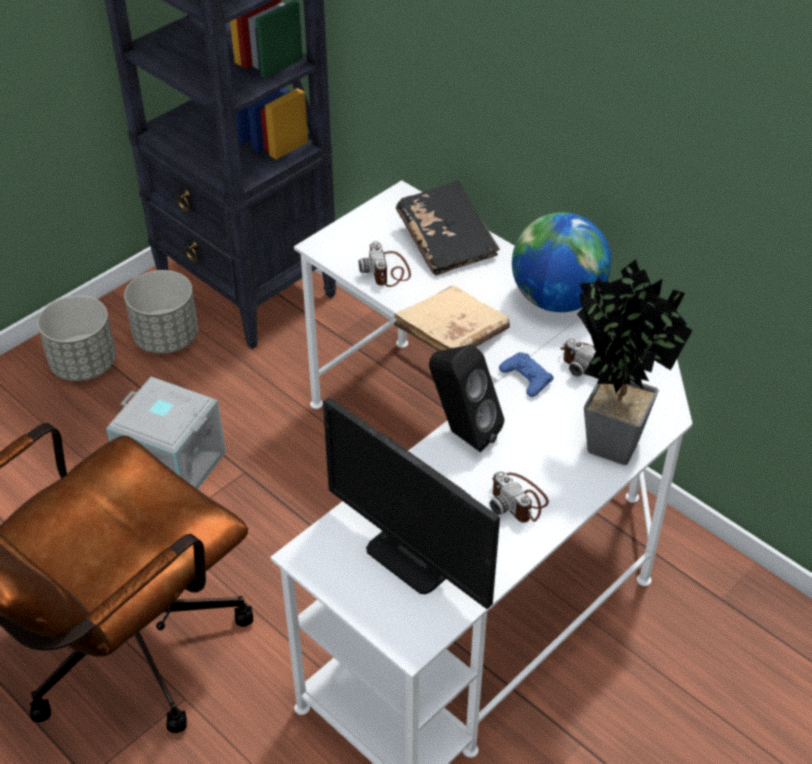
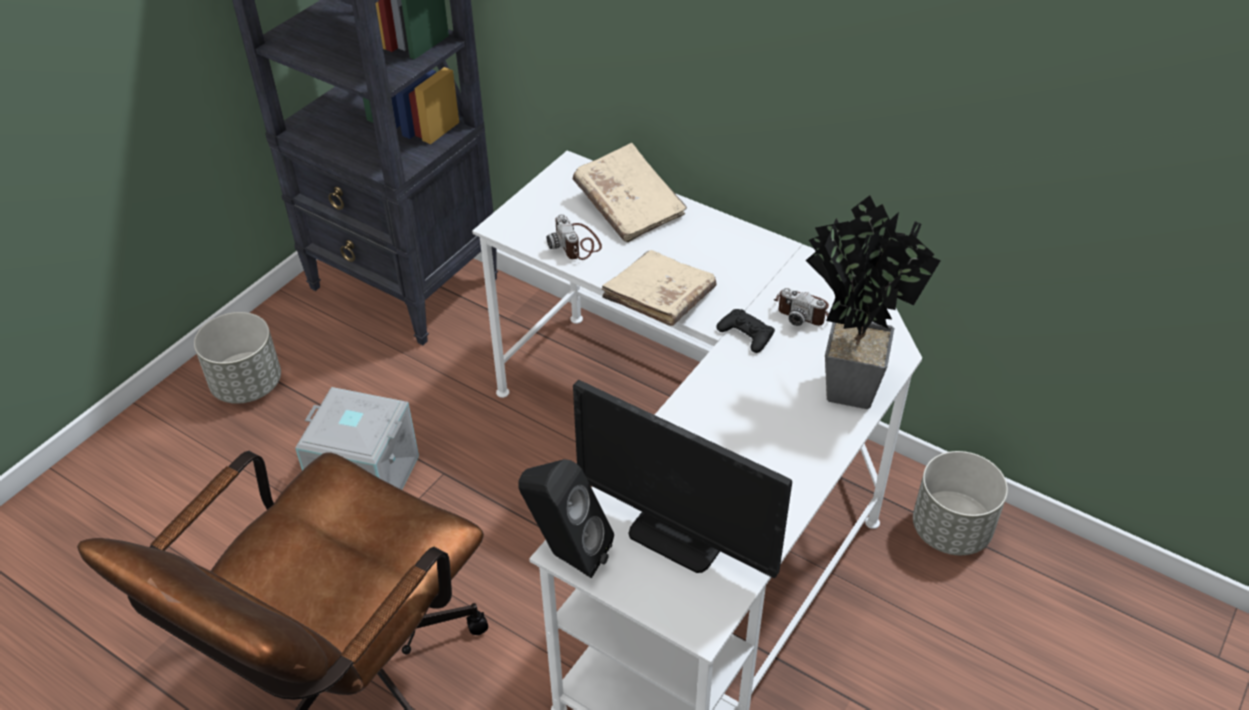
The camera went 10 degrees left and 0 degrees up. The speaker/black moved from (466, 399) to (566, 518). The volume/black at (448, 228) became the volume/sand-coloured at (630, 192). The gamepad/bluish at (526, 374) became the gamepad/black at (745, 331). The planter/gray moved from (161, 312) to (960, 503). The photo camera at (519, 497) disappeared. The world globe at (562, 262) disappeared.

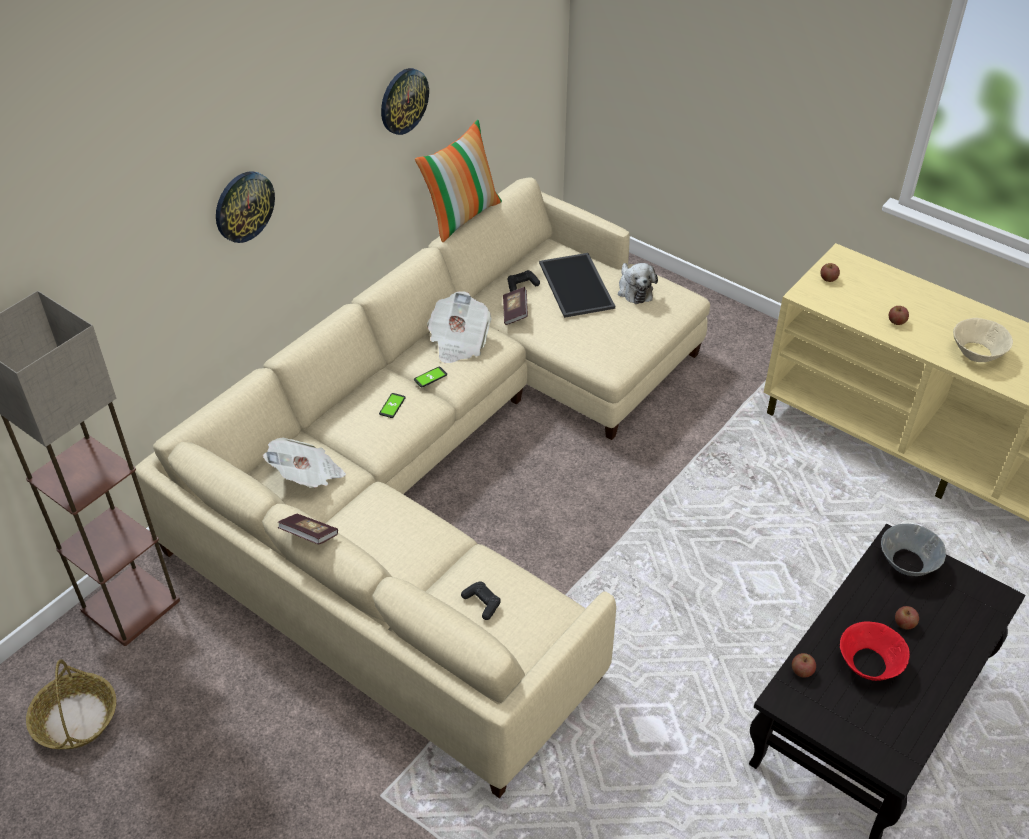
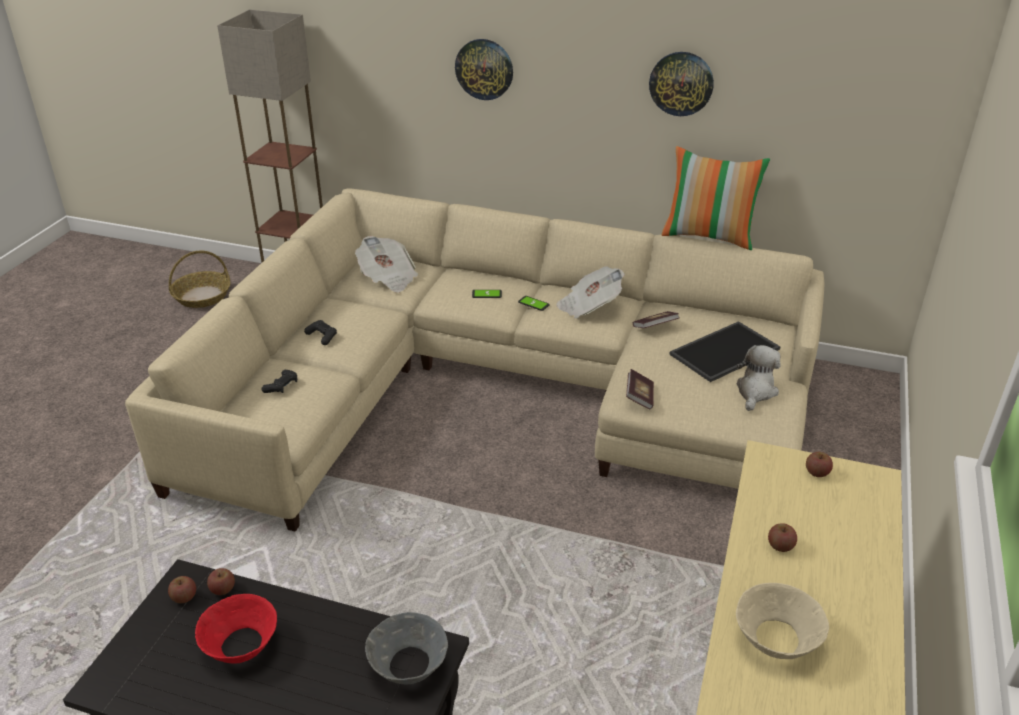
The camera went 70 degrees right and 10 degrees down. The apple fruit moved from (907, 617) to (182, 589). The gamepad/black moved from (524, 281) to (320, 332). The volume moved from (308, 529) to (640, 389). The soft toy at (638, 283) turned 150 degrees clockwise.

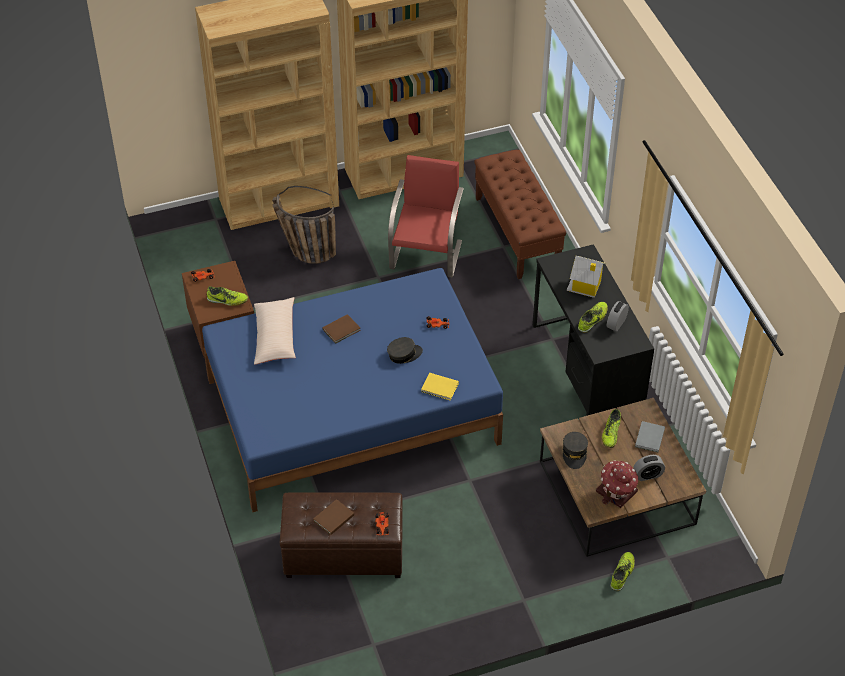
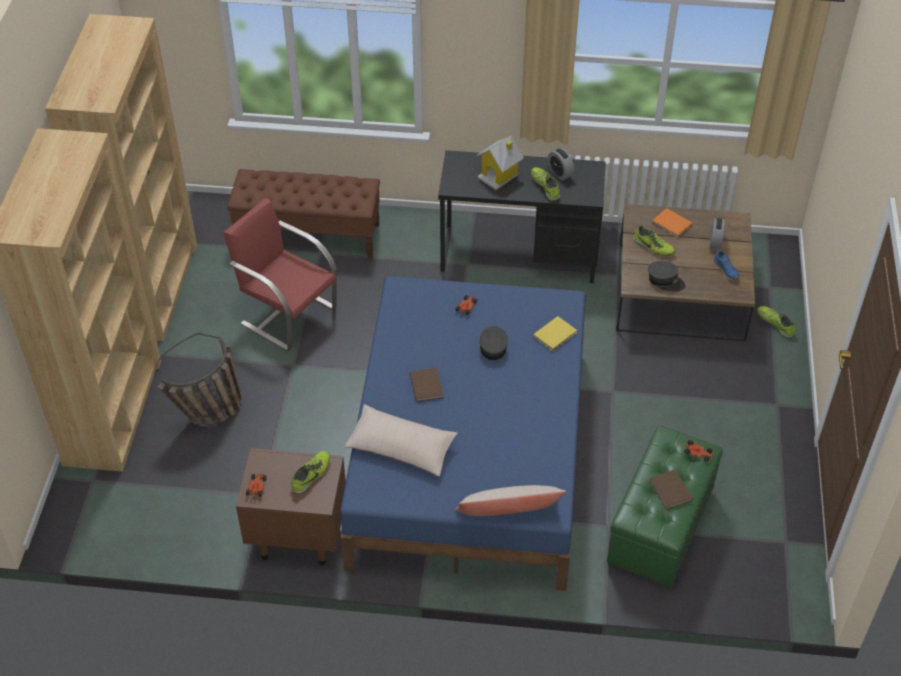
The camera went 65 degrees left and 0 degrees up. The cushion/sand-coloured at (510, 500) appeared. The footrest/brown at (341, 535) became the footrest/green-coloured at (665, 507). The volume/gray at (650, 436) became the volume/orangey at (672, 223). The toy house at (617, 484) was replaced by the shoe/bluish at (725, 264).

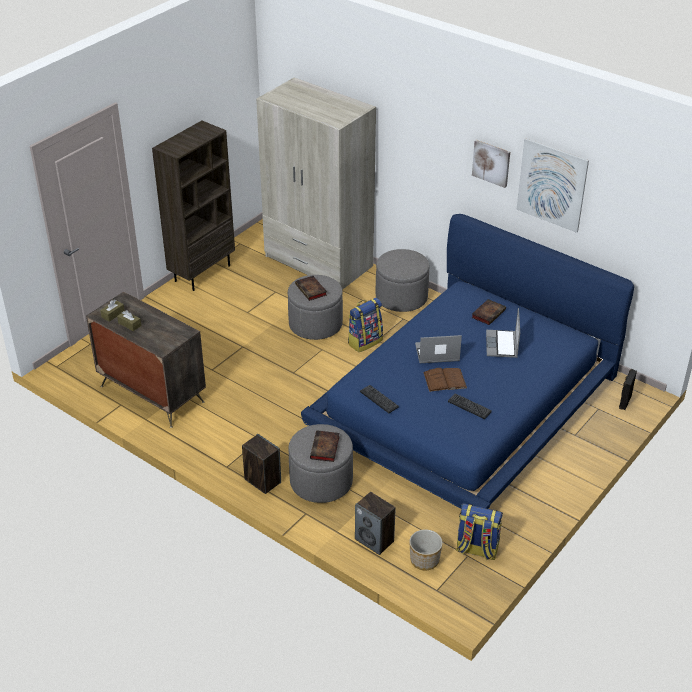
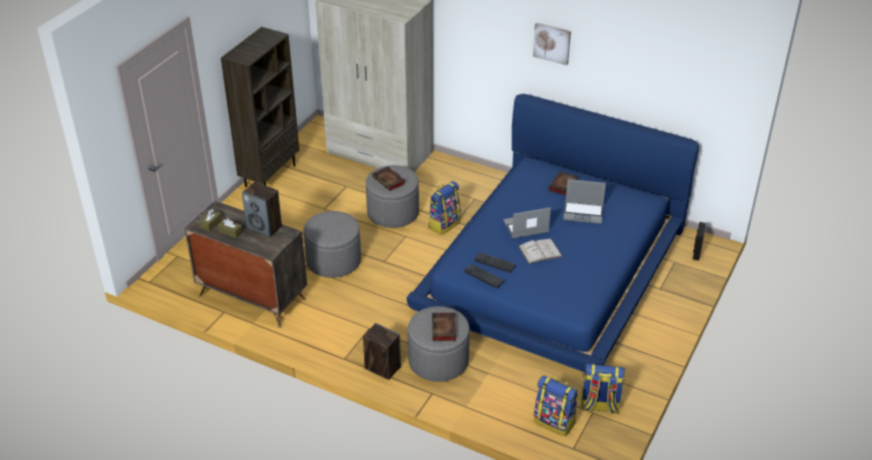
The camera went 10 degrees left and 0 degrees up. The speaker moved from (375, 523) to (262, 210). The footrest/gray moved from (403, 280) to (332, 244). The computer keyboard moved from (470, 406) to (495, 262). The volume/brown at (445, 380) became the volume/white-coloured at (540, 251). The planter at (426, 549) was replaced by the backpack at (556, 405). The notebook computer at (503, 333) turned 75 degrees counterclockwise. The wall picture at (552, 185) disappeared.

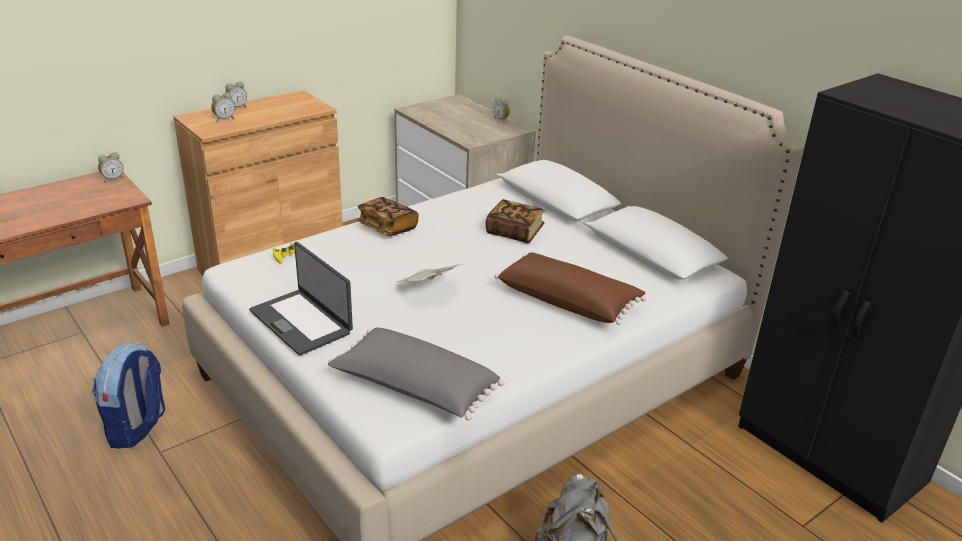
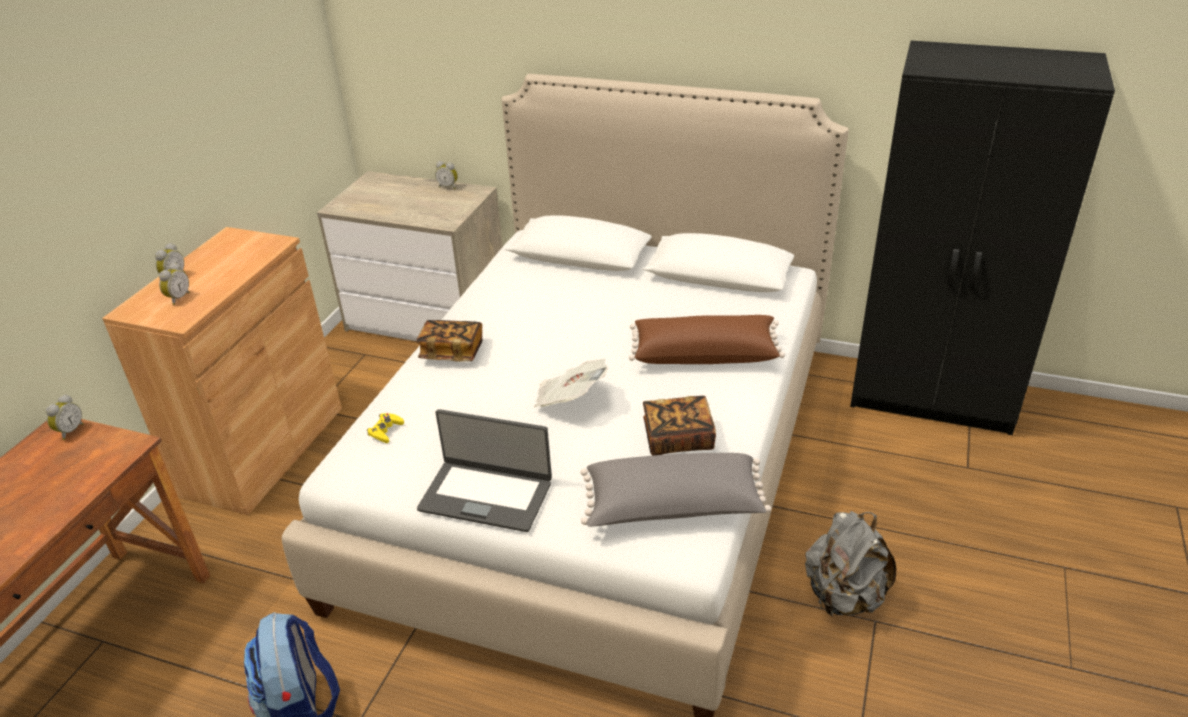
The camera went 30 degrees left and 5 degrees up. The volume moved from (515, 221) to (679, 426).

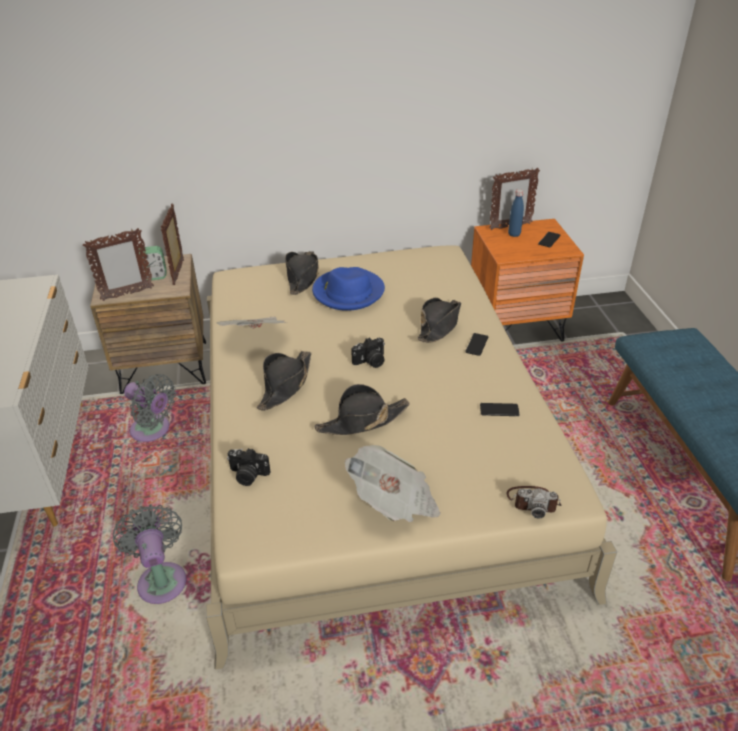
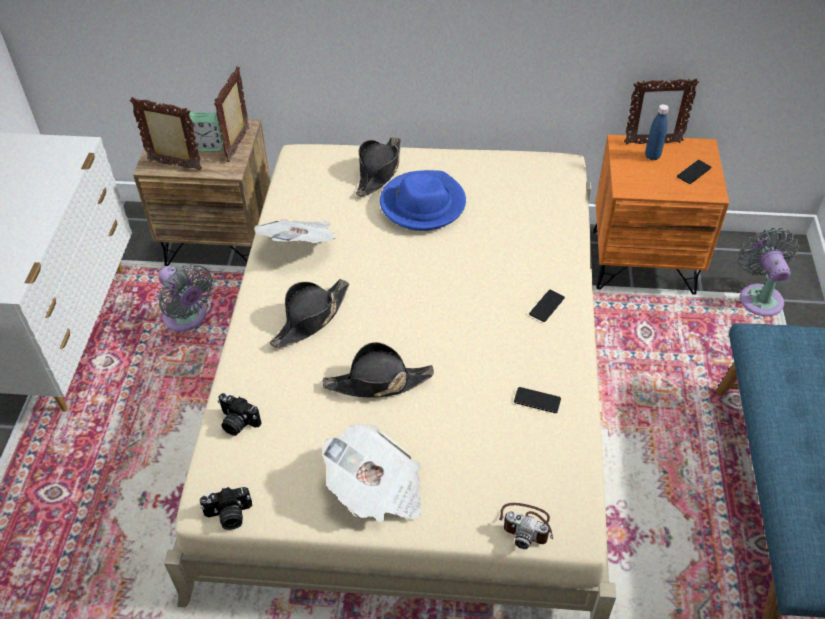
The camera went 15 degrees right and 10 degrees up. The photo frame at (118, 264) turned 150 degrees counterclockwise. The photo camera moved from (368, 352) to (226, 508). The electric fan/gray moved from (150, 554) to (768, 272). The wearable hat/black at (439, 320) disappeared.

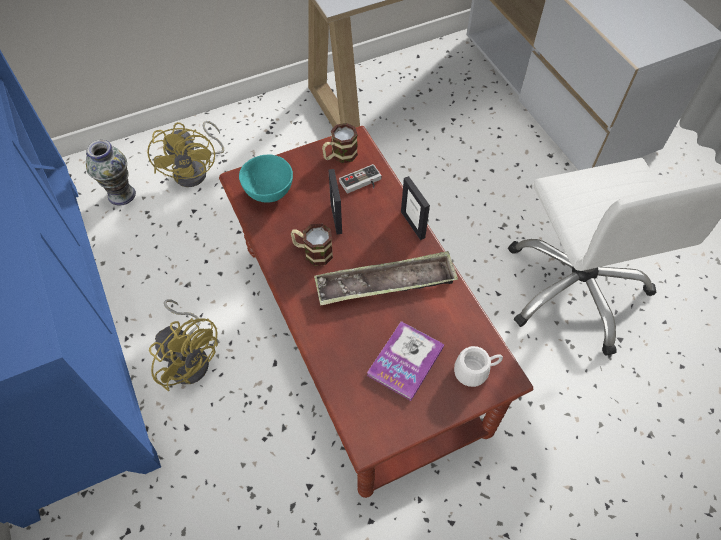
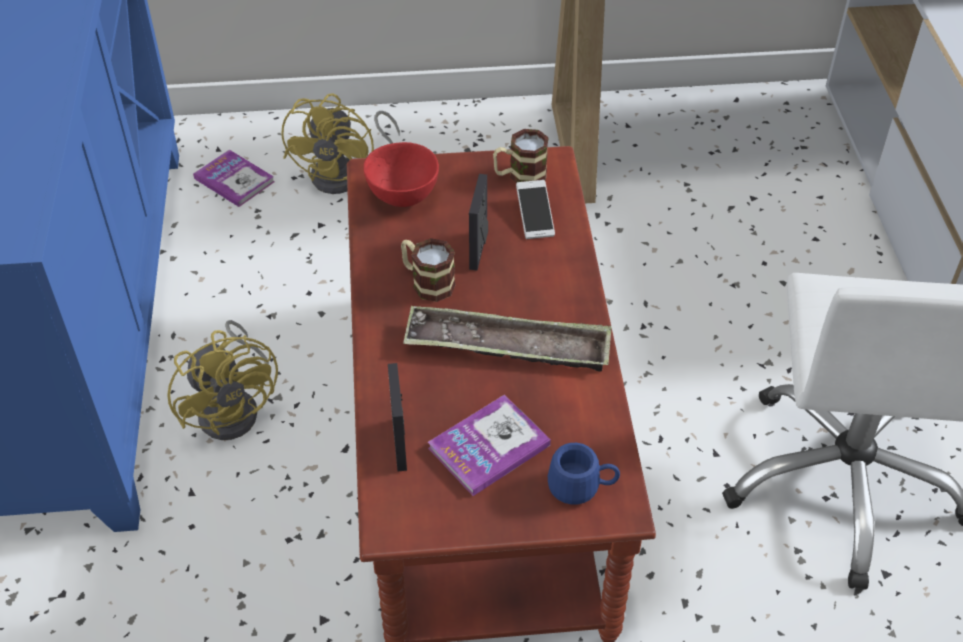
The camera went 20 degrees right and 10 degrees down. The flower vase at (111, 173) was replaced by the volume at (234, 178). The bowl/turquoise-coloured at (266, 179) became the bowl/reddish at (401, 174). The photo frame moved from (415, 208) to (397, 417). The gamepad at (360, 178) was replaced by the handset at (535, 209). The mug/white-coloured at (478, 366) became the mug/bluish at (584, 474).

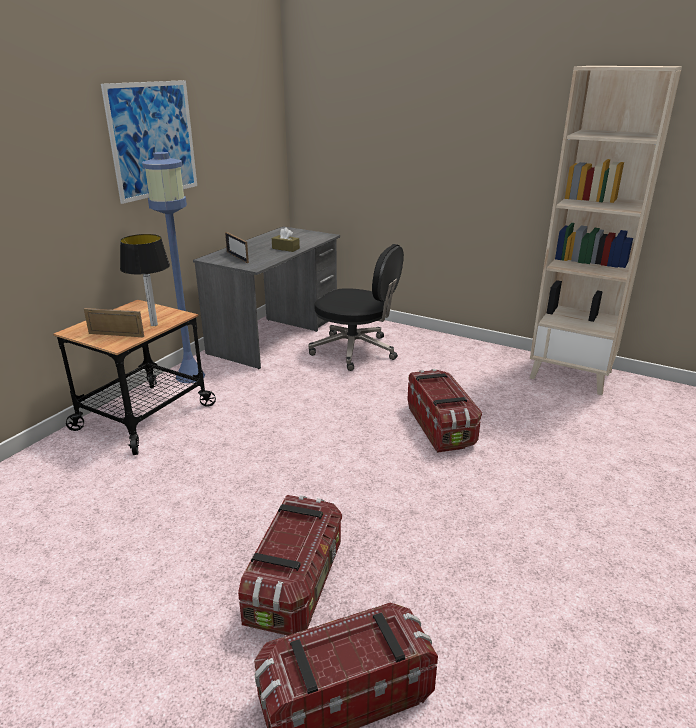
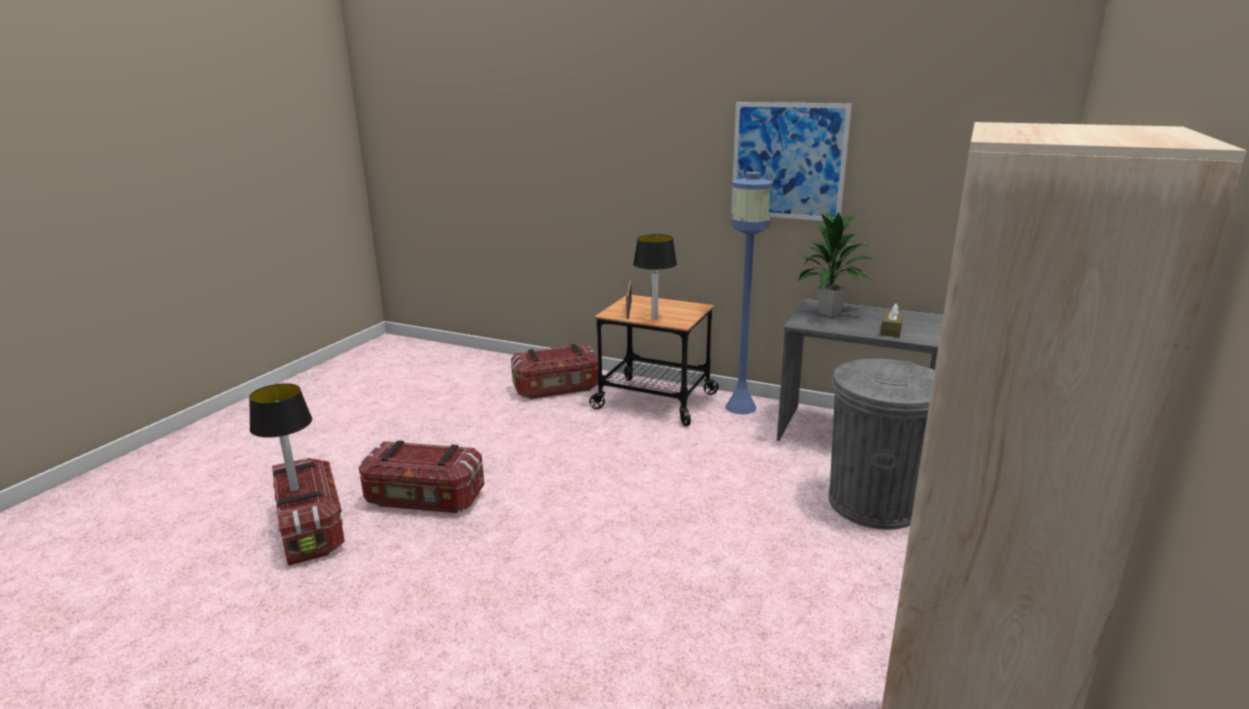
The camera went 85 degrees right and 5 degrees down. The lamp for a table at (280, 437) appeared. The storage bin moved from (445, 411) to (554, 371). The photo frame at (237, 247) was replaced by the plant in a pot at (836, 264). The computer chair/black at (356, 307) was replaced by the waste bin/gray at (882, 444).

